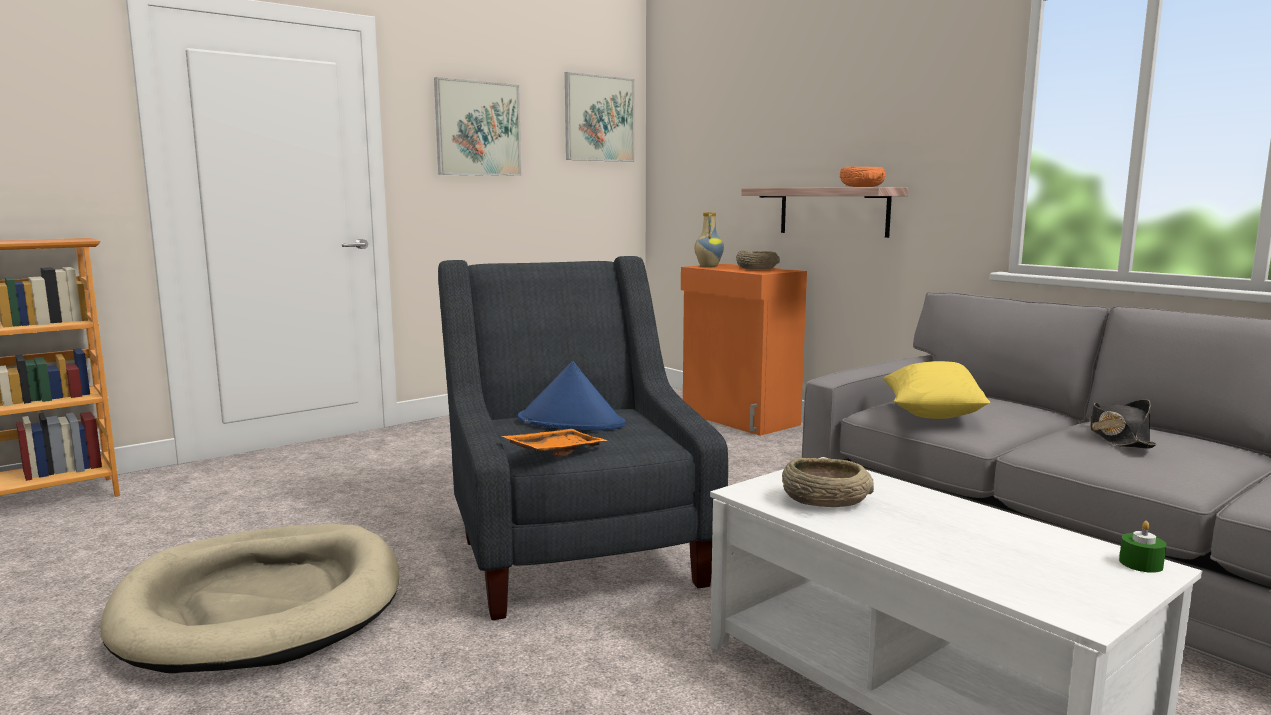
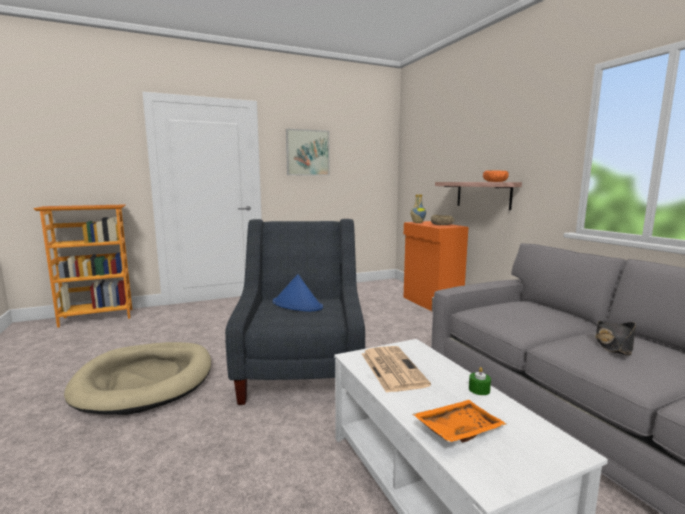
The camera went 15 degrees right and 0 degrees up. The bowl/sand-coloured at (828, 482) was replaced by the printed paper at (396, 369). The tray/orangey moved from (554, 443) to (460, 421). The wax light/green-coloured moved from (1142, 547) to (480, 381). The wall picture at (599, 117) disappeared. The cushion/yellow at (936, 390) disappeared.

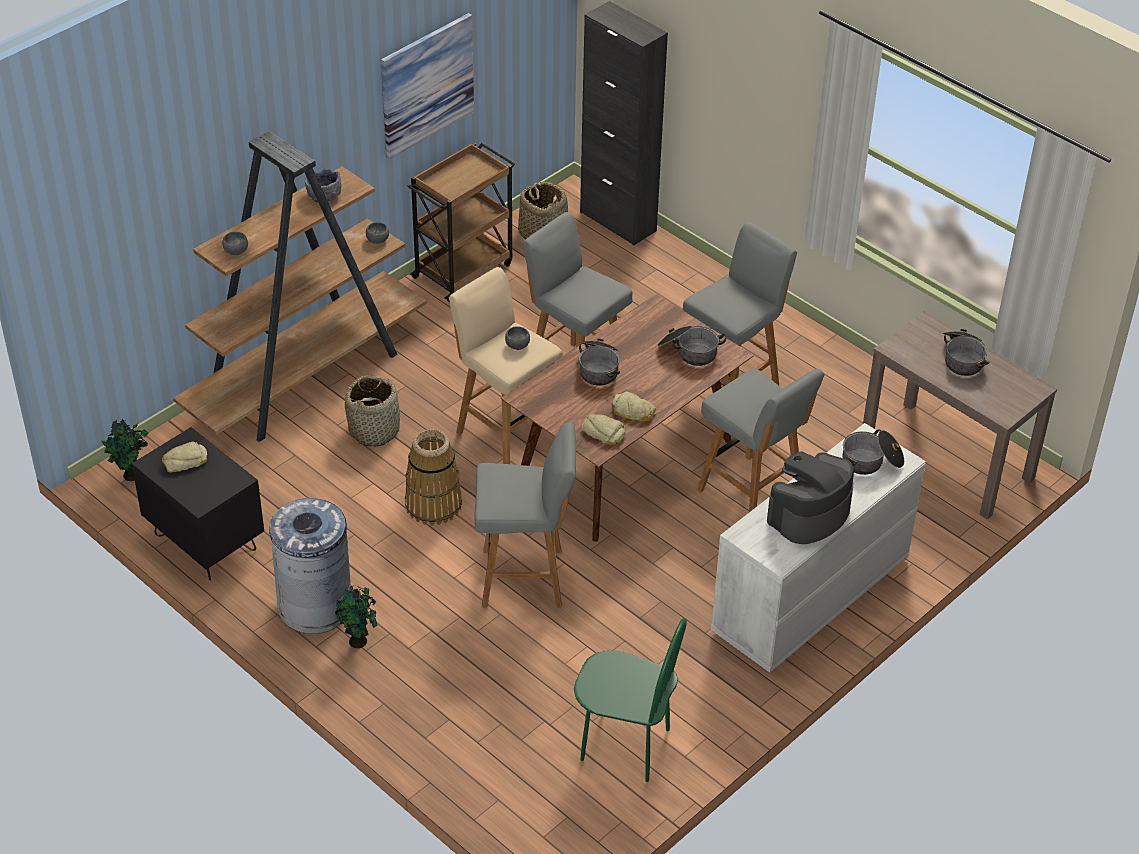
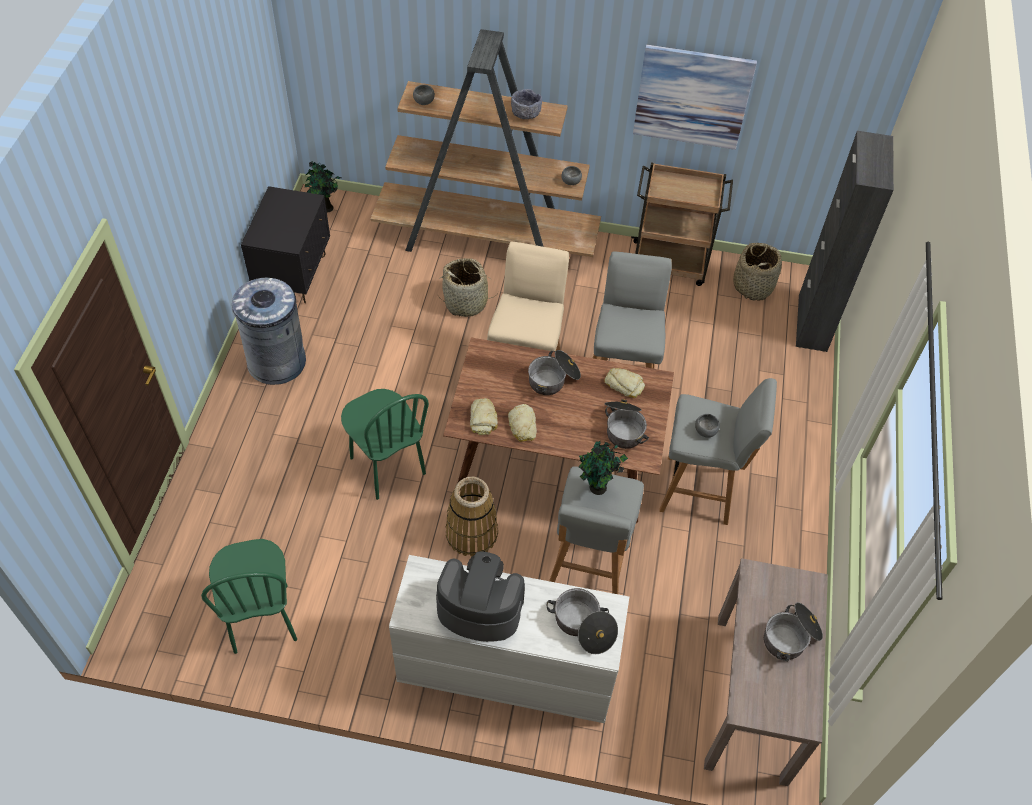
The camera went 55 degrees right and 10 degrees up. The sitting stool/gray at (525, 515) was replaced by the chair/green-coloured at (385, 444). The basket moved from (433, 477) to (471, 517). The plant in a pot moved from (356, 617) to (603, 468). The bakery bread moved from (184, 457) to (624, 383). The bowl/gray moved from (517, 338) to (707, 425).

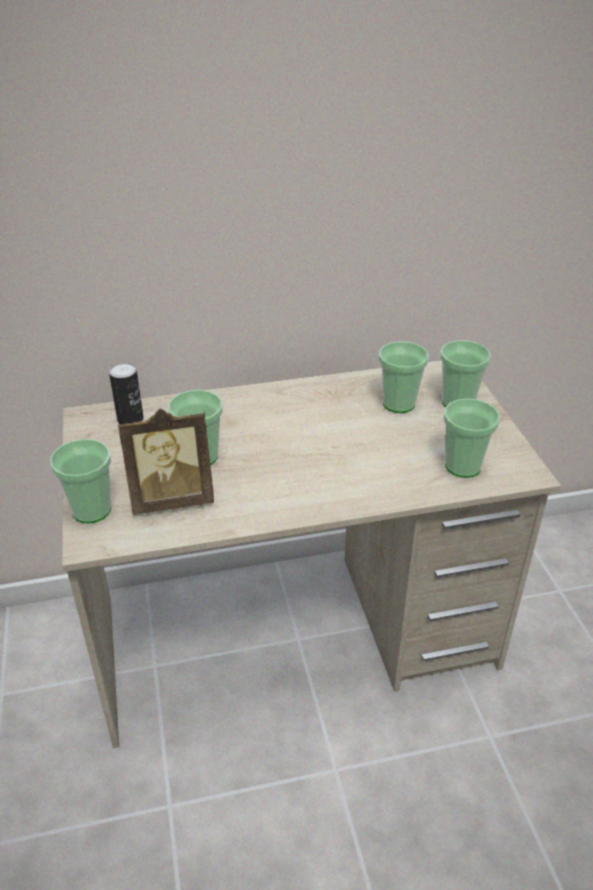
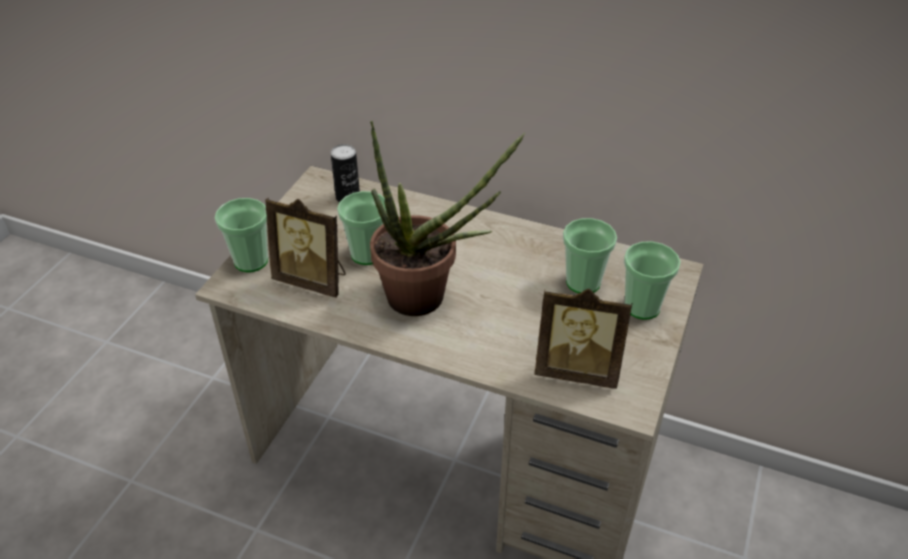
The camera went 35 degrees right and 5 degrees up. The plant in a pot at (448, 218) appeared. The cup at (471, 438) was replaced by the photo frame at (583, 339).

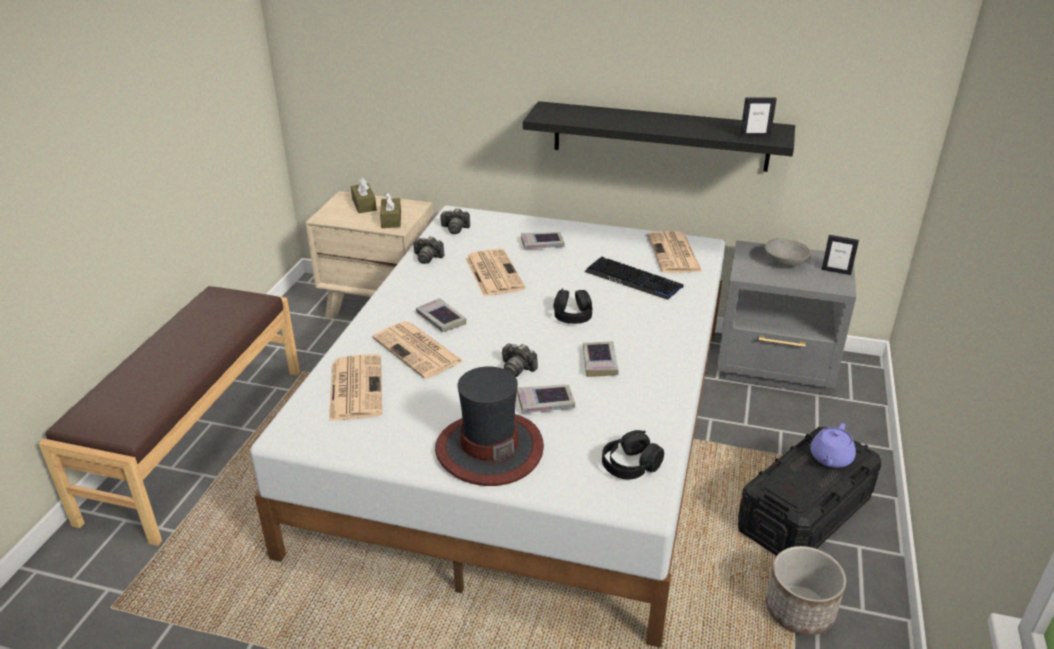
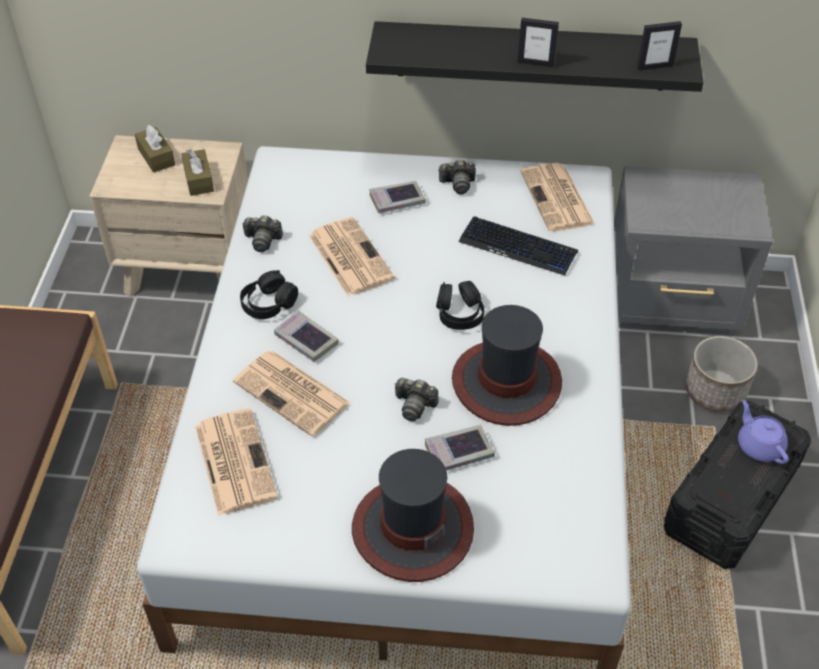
The camera went 10 degrees left and 15 degrees up. The pair of headphones/black moved from (633, 455) to (269, 294). The photo camera moved from (455, 221) to (457, 176). The volume at (600, 359) was replaced by the wearable hat at (507, 365). The photo frame moved from (840, 255) to (538, 42). The planter moved from (806, 590) to (721, 374). The teapot/purple-coloured at (833, 445) turned 135 degrees clockwise. The bowl/gray at (788, 252) disappeared.

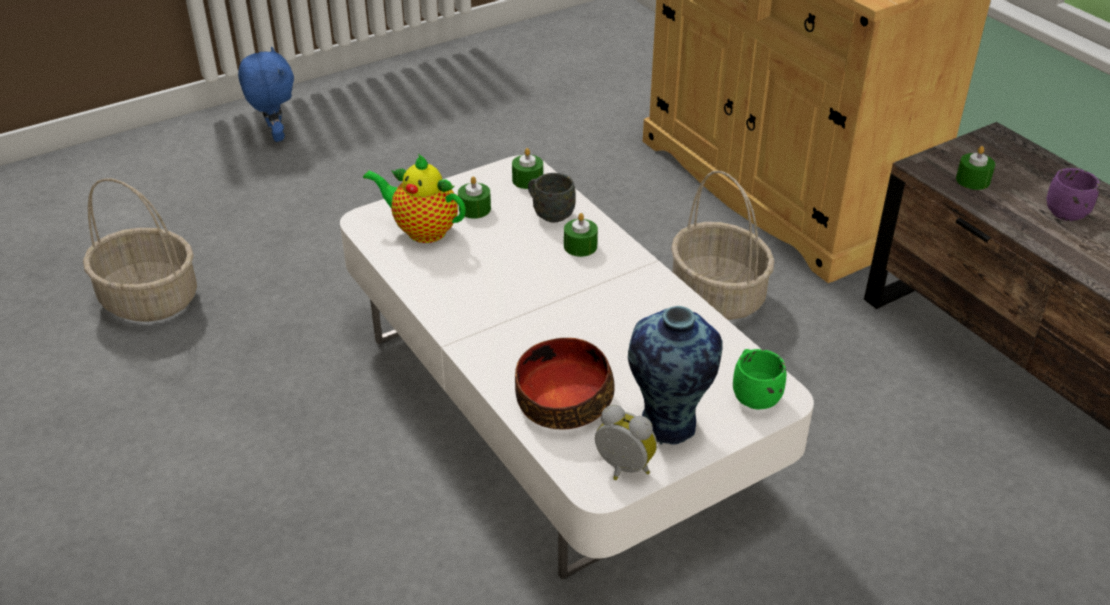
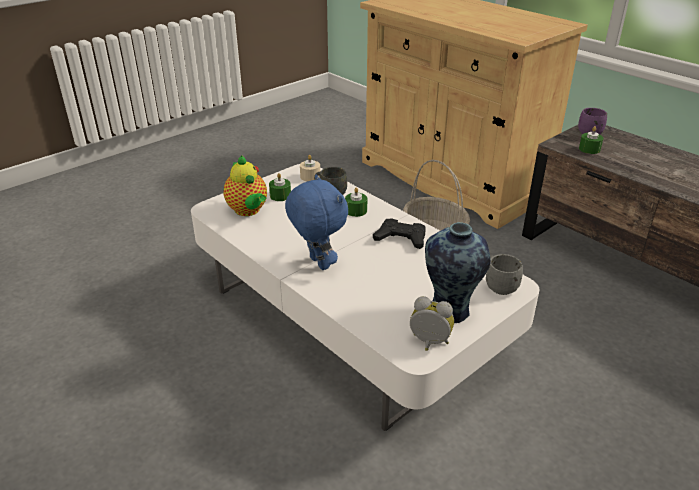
The camera went 10 degrees left and 5 degrees down. The teapot at (414, 198) turned 135 degrees counterclockwise. The soft toy/bluish moved from (266, 94) to (316, 222). The wax light/green-coloured at (527, 168) became the wax light/sand-coloured at (310, 168). The gamepad/black at (399, 233) appeared. The mug/green-coloured at (759, 379) became the mug/gray at (504, 274). The mug/purple-coloured moved from (1073, 194) to (592, 121). The basket at (140, 250) disappeared. The bowl at (565, 384) disappeared.

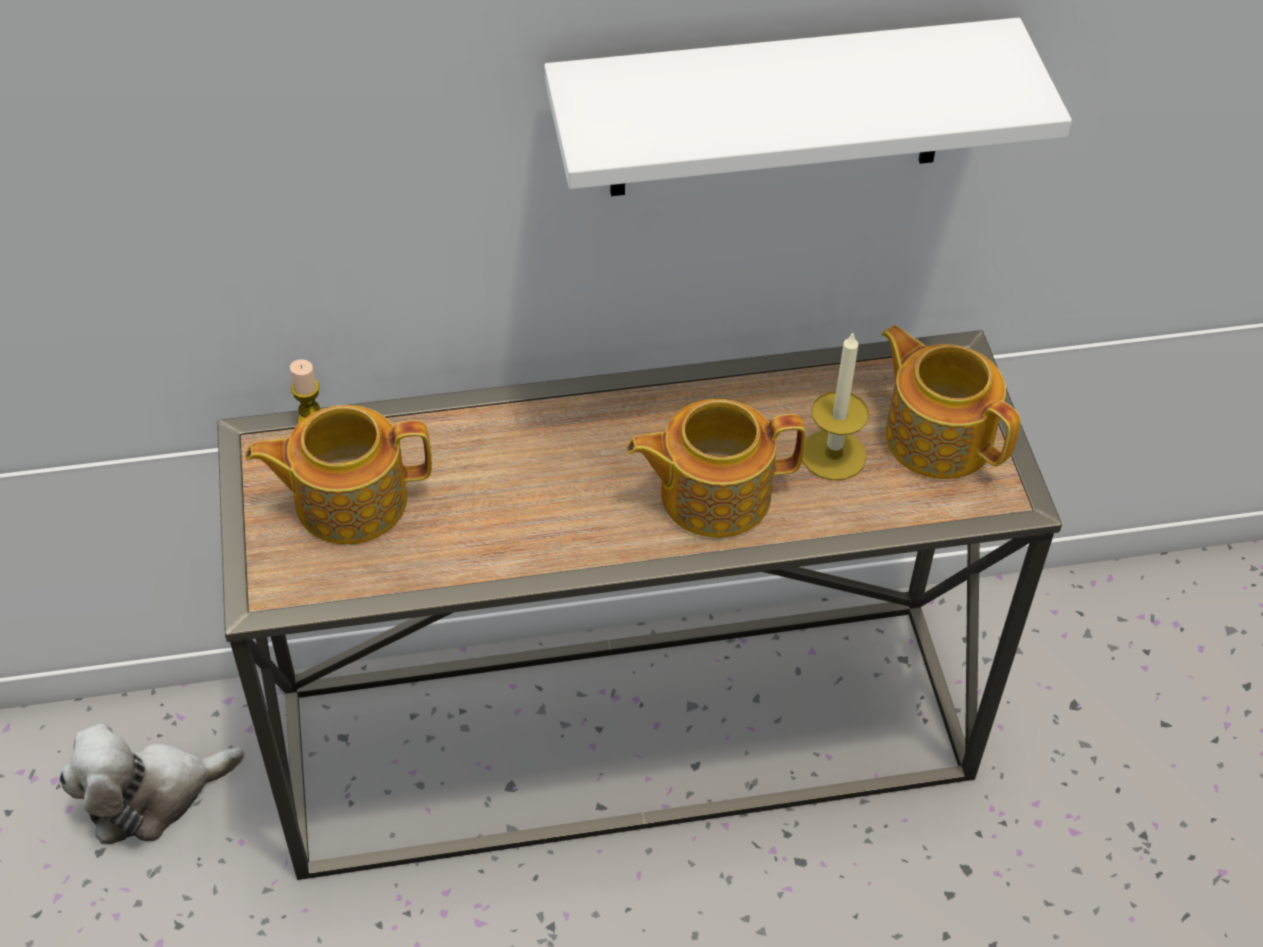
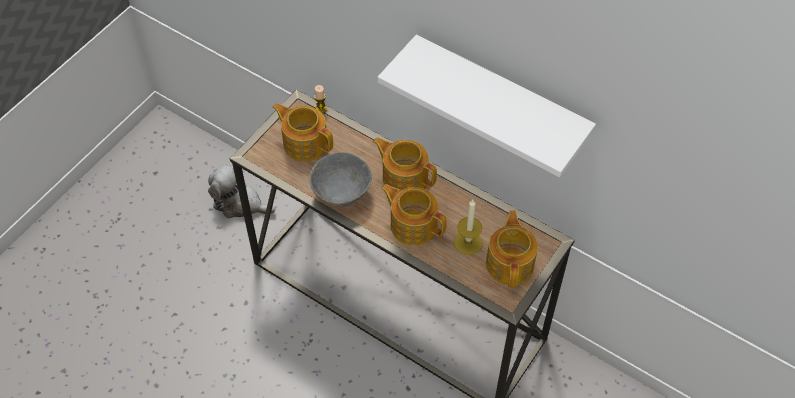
The camera went 45 degrees right and 5 degrees up. The bowl/gray at (340, 179) appeared. The teapot at (405, 163) appeared.

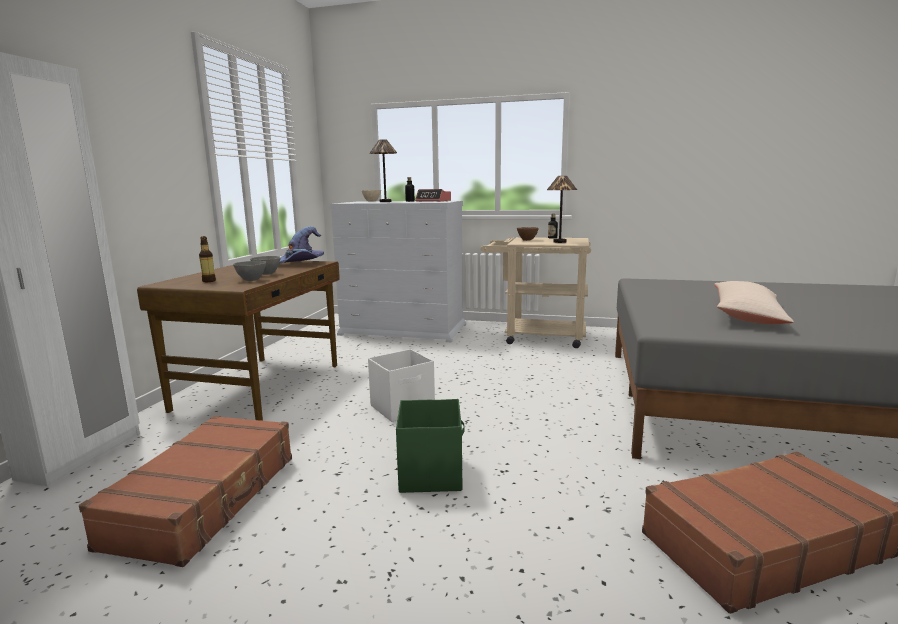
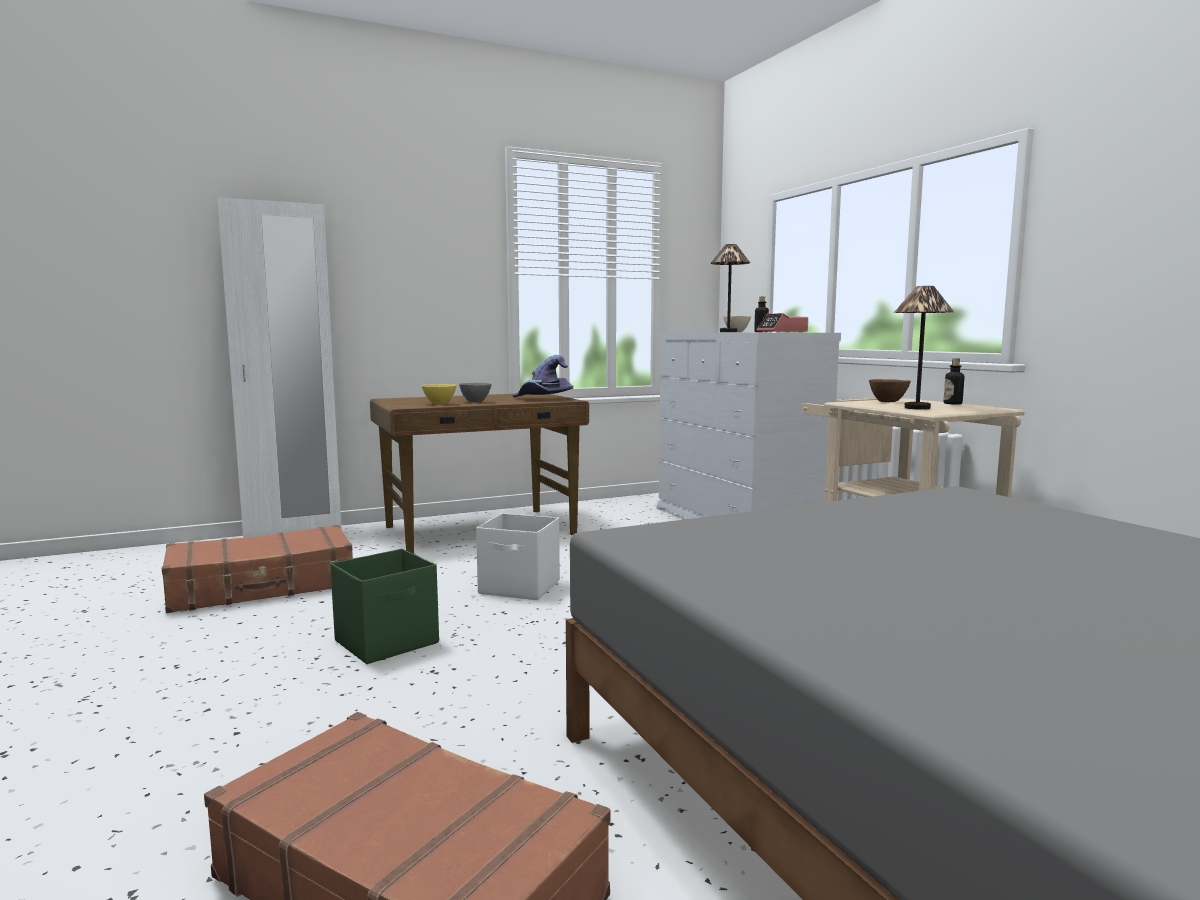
The camera went 50 degrees right and 5 degrees down. The bowl/gray at (249, 271) became the bowl/yellow at (439, 394). The bottle at (207, 259) disappeared. The cushion/sand-coloured at (754, 302) disappeared.

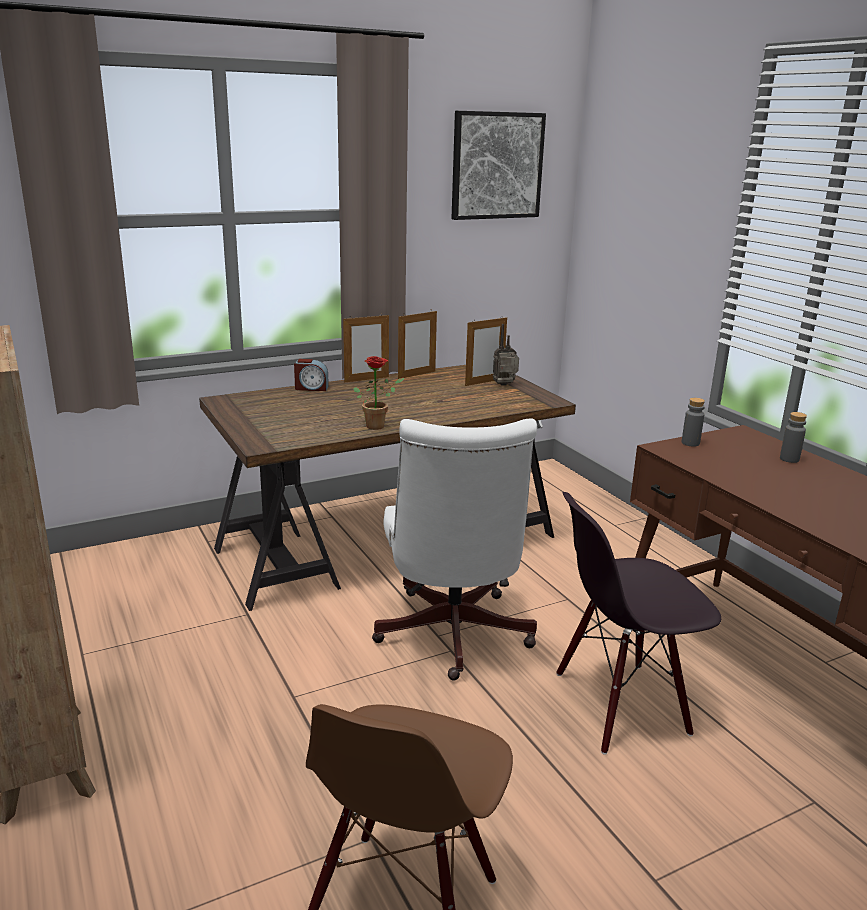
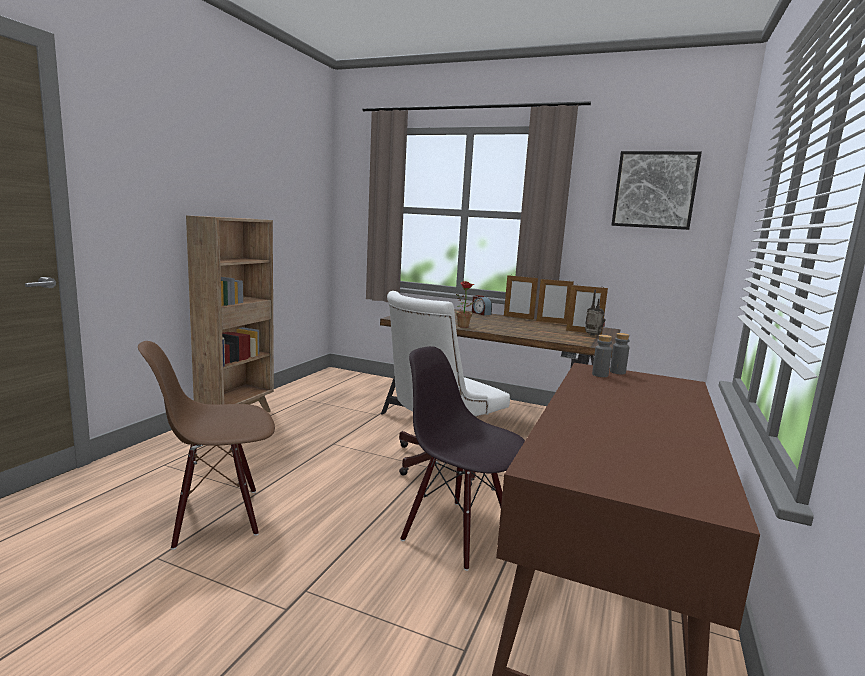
The camera went 50 degrees right and 10 degrees down. The bottle/gray moved from (793, 437) to (602, 356).

